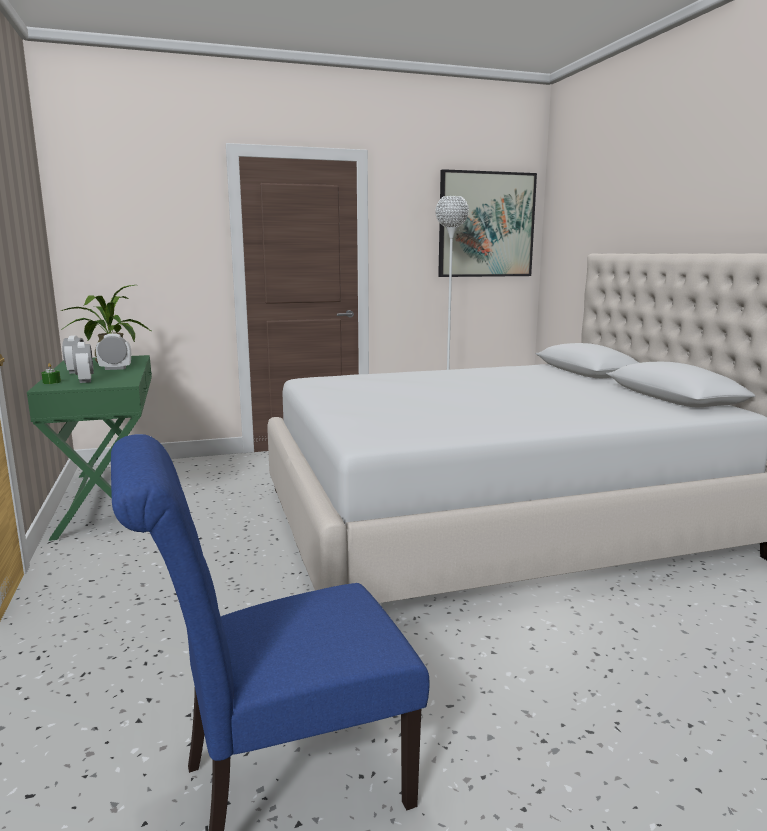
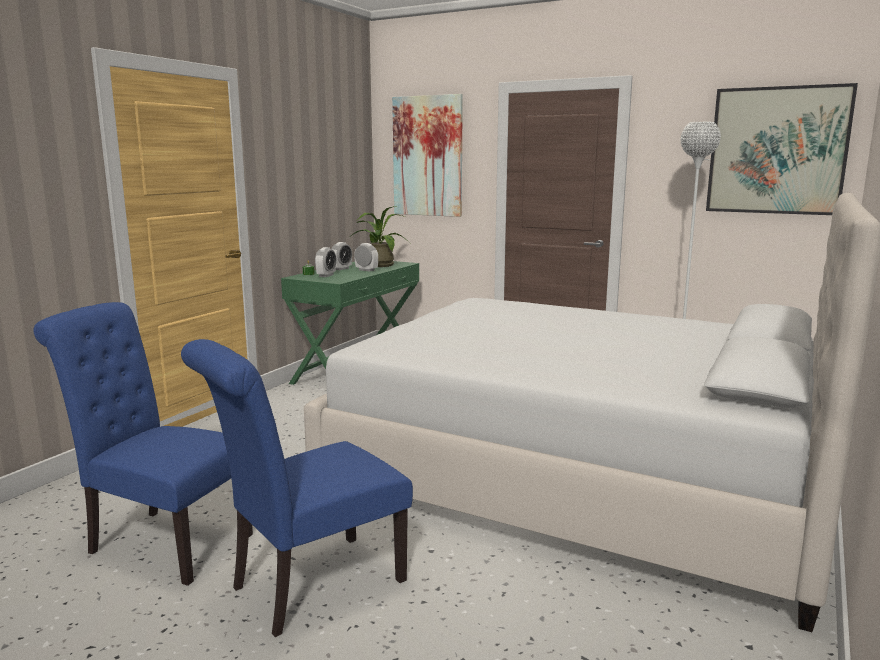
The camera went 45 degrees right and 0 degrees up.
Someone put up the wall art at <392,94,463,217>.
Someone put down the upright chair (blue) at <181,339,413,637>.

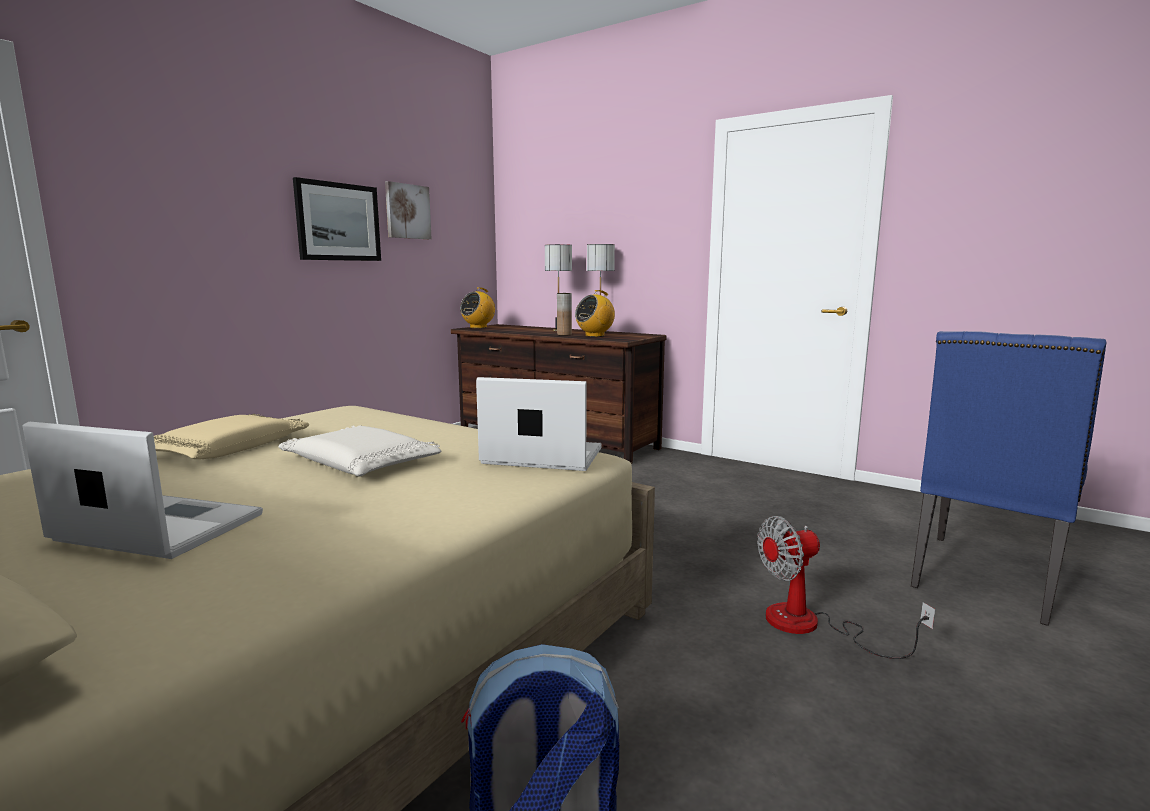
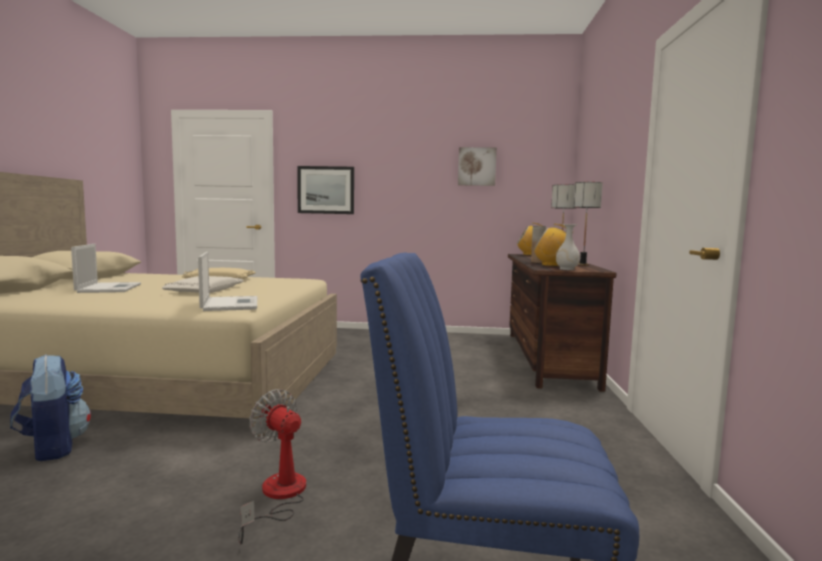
The camera went 60 degrees right and 5 degrees down.
Someone carried the wall art from <293,177,381,261> to <297,166,354,214>.
Someone put down the decorative vase (white) at <556,224,580,270>.

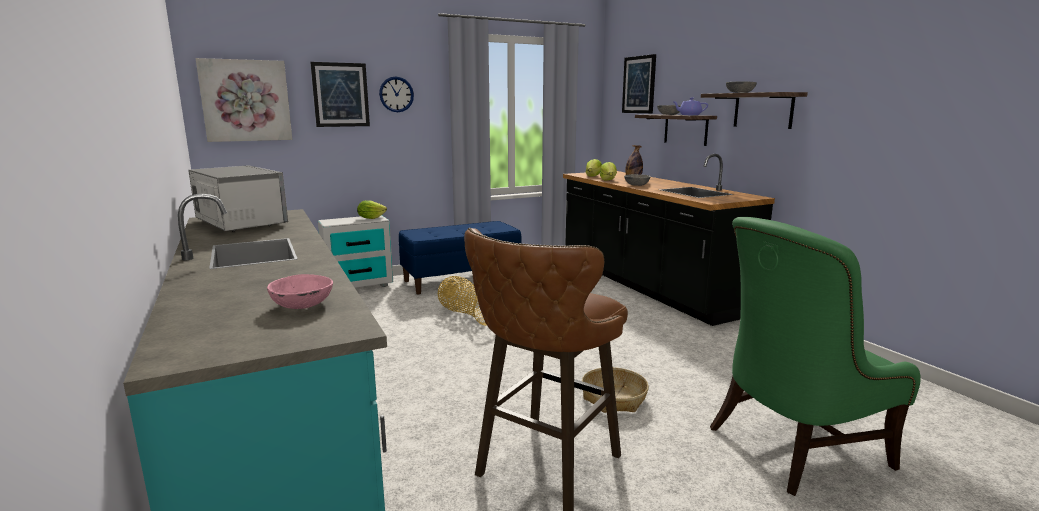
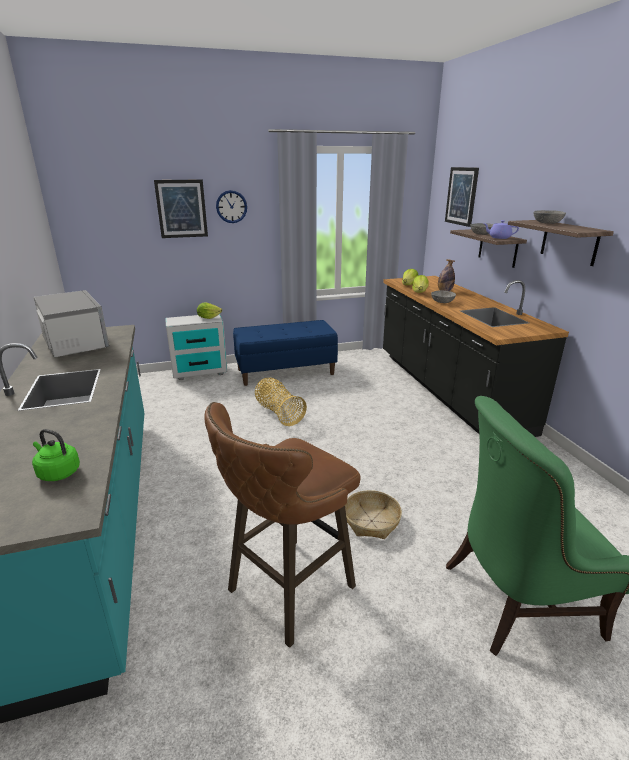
The camera went 10 degrees right and 10 degrees up.
Someone took away the wall art at <195,58,292,142>.
Someone swapped the serving bowl (pink) at <267,274,333,309> for the tea kettle (greenish) at <32,429,80,481>.

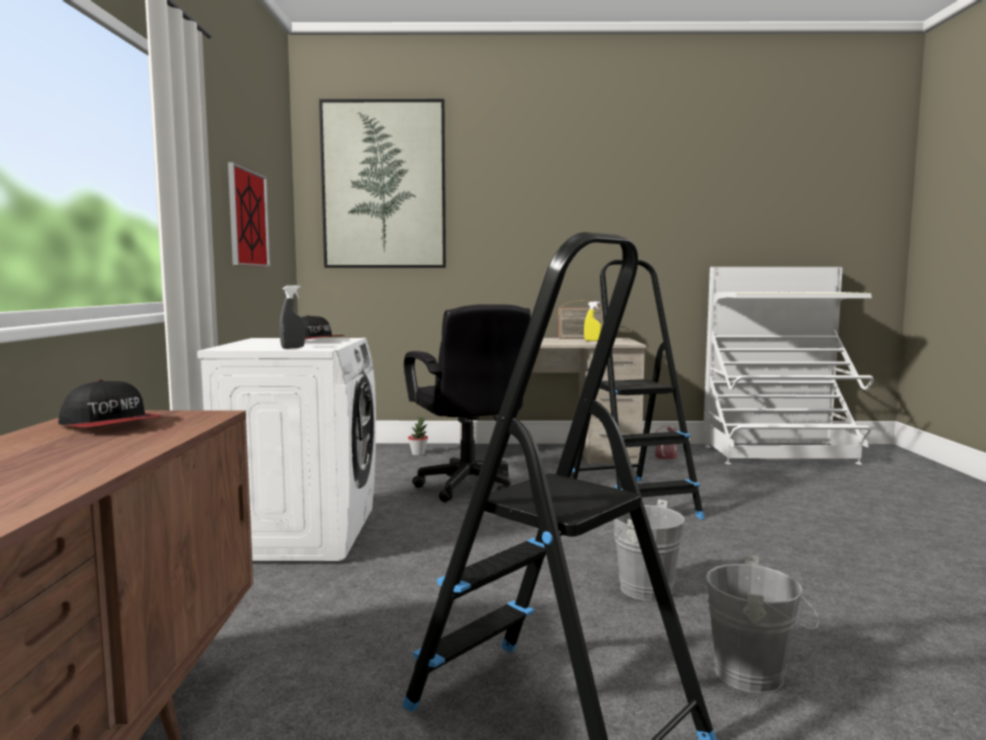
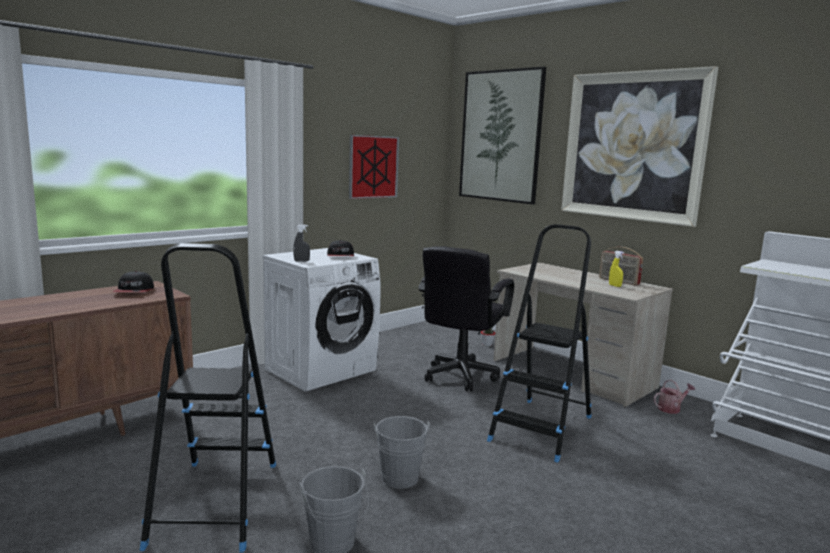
The camera went 45 degrees right and 5 degrees up.
Someone put up the wall art at <561,66,718,227>.

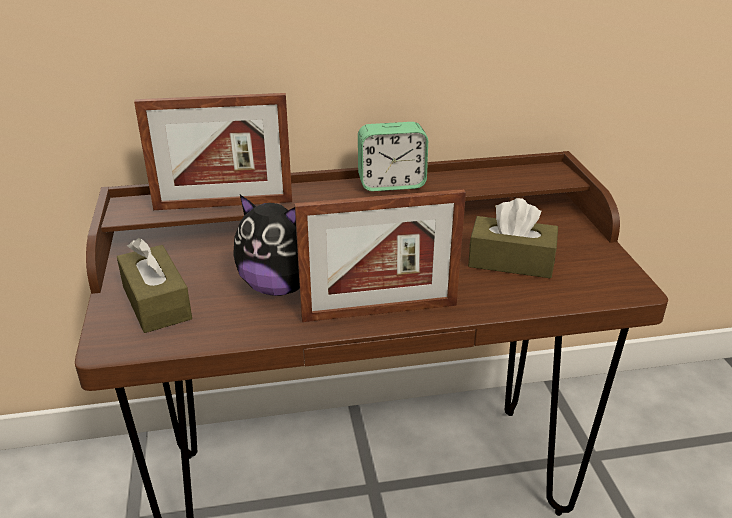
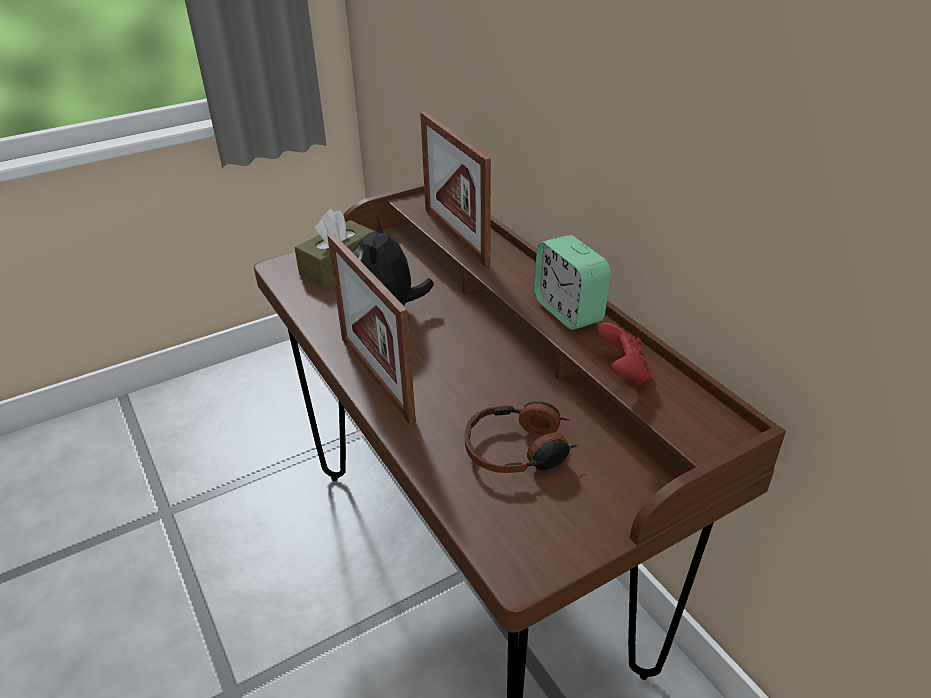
The camera went 70 degrees right and 5 degrees up.
Someone swapped the box of tissues (brownish) at <468,198,558,279> for the headset at <464,401,578,473>.
Someone put down the joypad (red-coloured) at <598,323,652,386>.

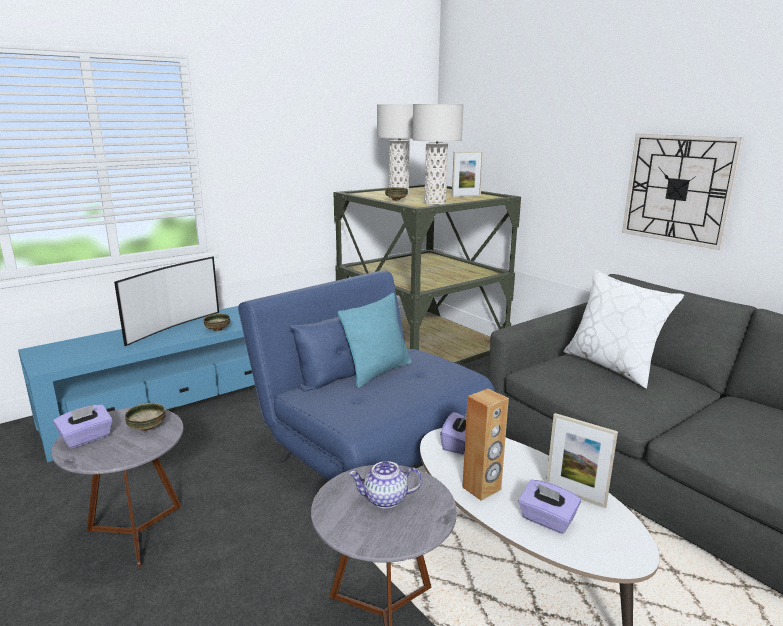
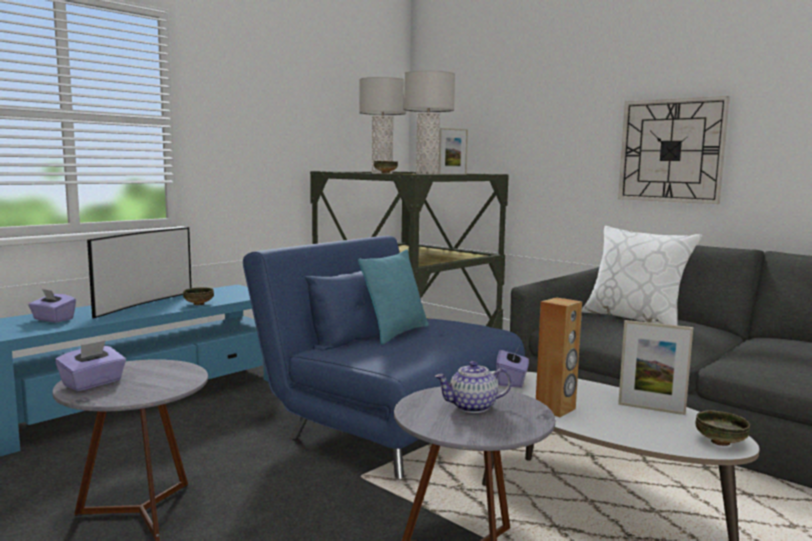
The camera went 10 degrees left and 10 degrees down.
Someone carried the serving bowl from <125,403,166,431> to <695,410,750,446>.
Someone carried the box of tissues (purplish) from <518,480,581,534> to <28,289,76,323>.

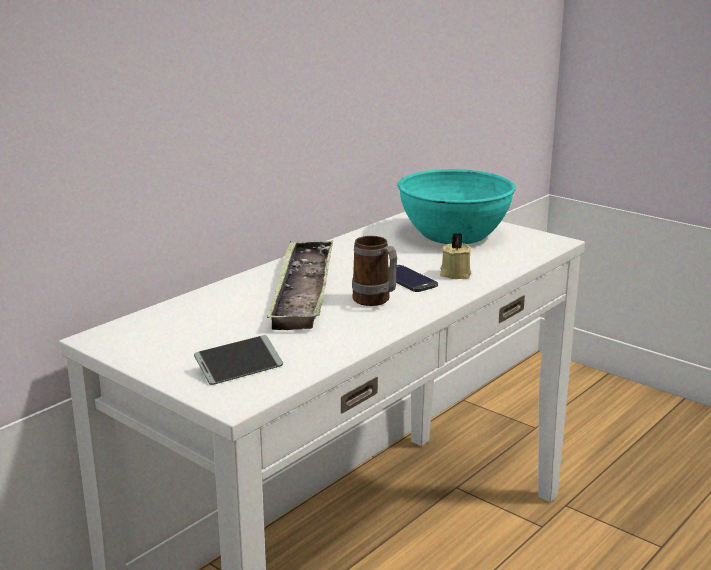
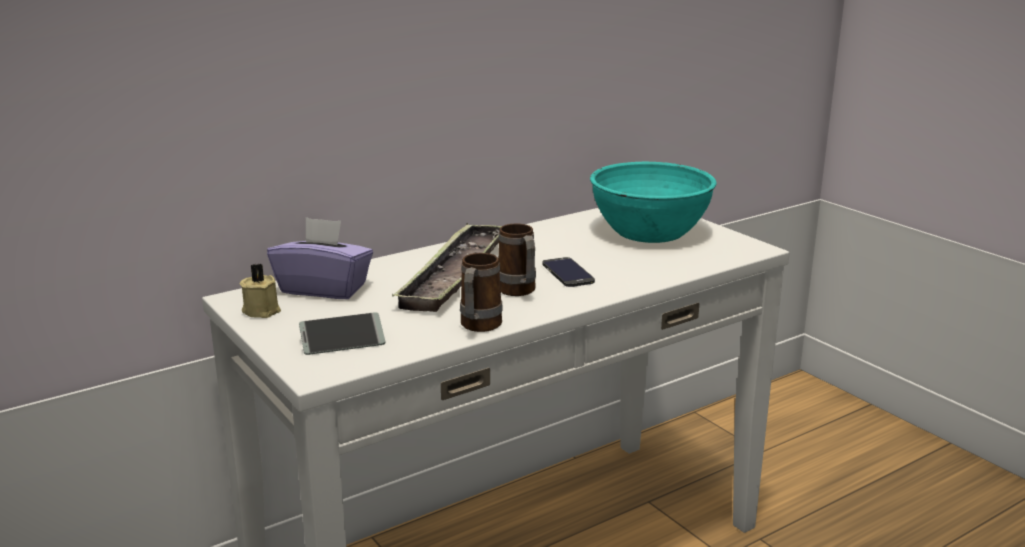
The camera went 15 degrees right and 0 degrees up.
Someone carried the wax light (sand-coloured) from <440,233,472,279> to <240,263,281,318>.
Someone put down the box of tissues (purplish) at <267,217,373,299>.
Someone put down the tea mug at <460,253,503,332>.

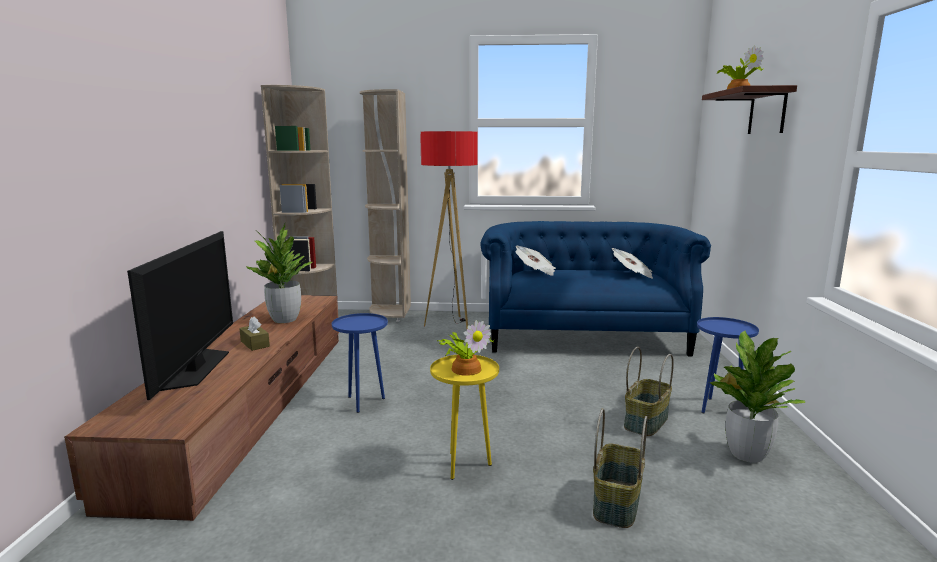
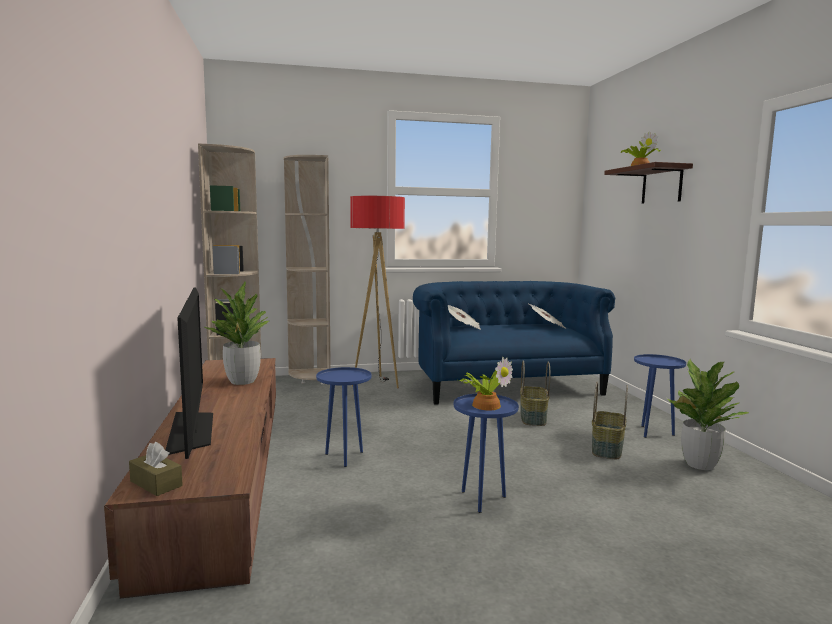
The camera went 15 degrees left and 5 degrees down.
Someone carried the box of tissues (brownish) from <239,317,270,351> to <129,442,183,496>.
Someone repainted the accent table (yellow-coloured) at <430,355,499,480>, which became the accent table (blue) at <454,394,519,513>.
Someone carried the storage basket from <593,408,647,528> to <520,360,550,426>.

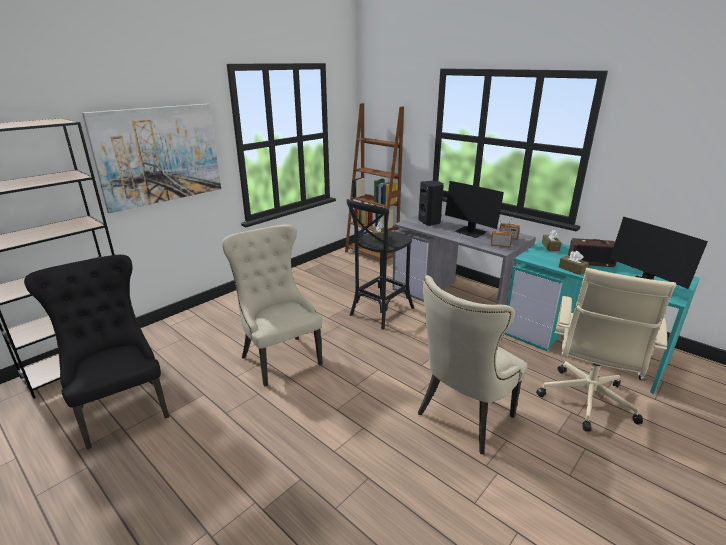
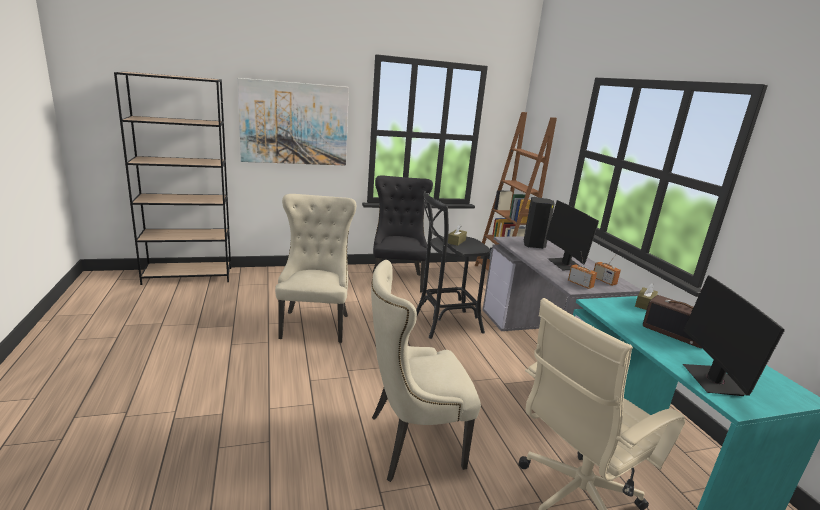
The camera went 30 degrees right and 5 degrees down.
Someone took away the box of tissues (brownish) at <559,251,589,275>.
Someone carried the upright chair (blackish) from <24,255,169,449> to <373,175,433,293>.

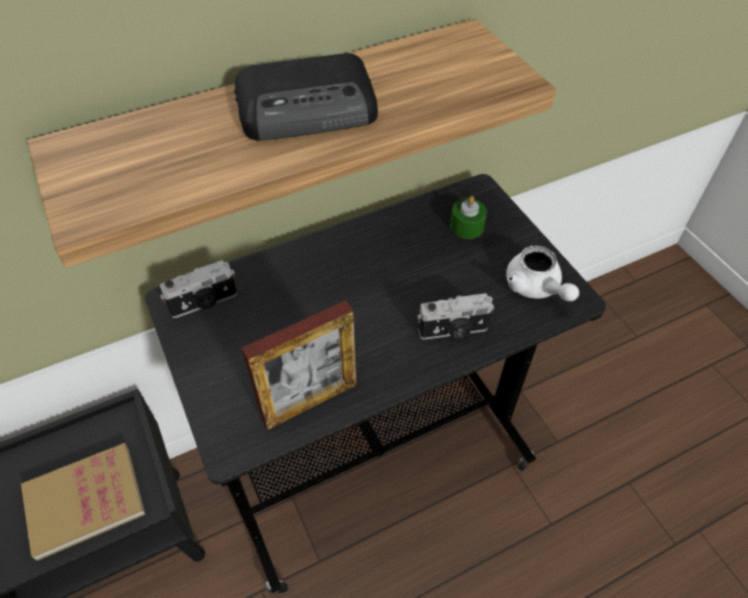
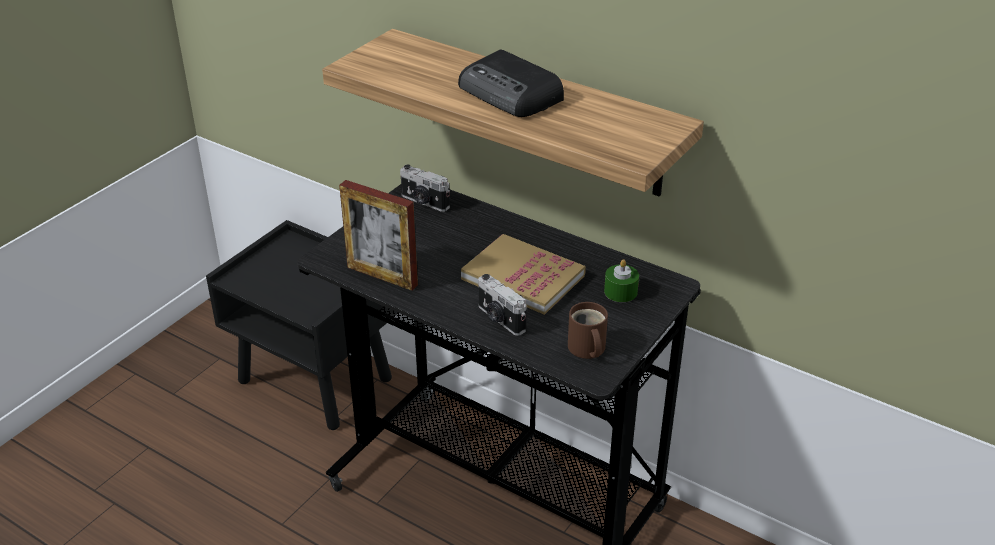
The camera went 60 degrees right and 15 degrees down.
Someone swapped the teapot (white) at <506,246,579,301> for the tea mug (brownish) at <568,302,608,359>.
Someone carried the volume from <21,443,146,561> to <461,234,586,315>.

